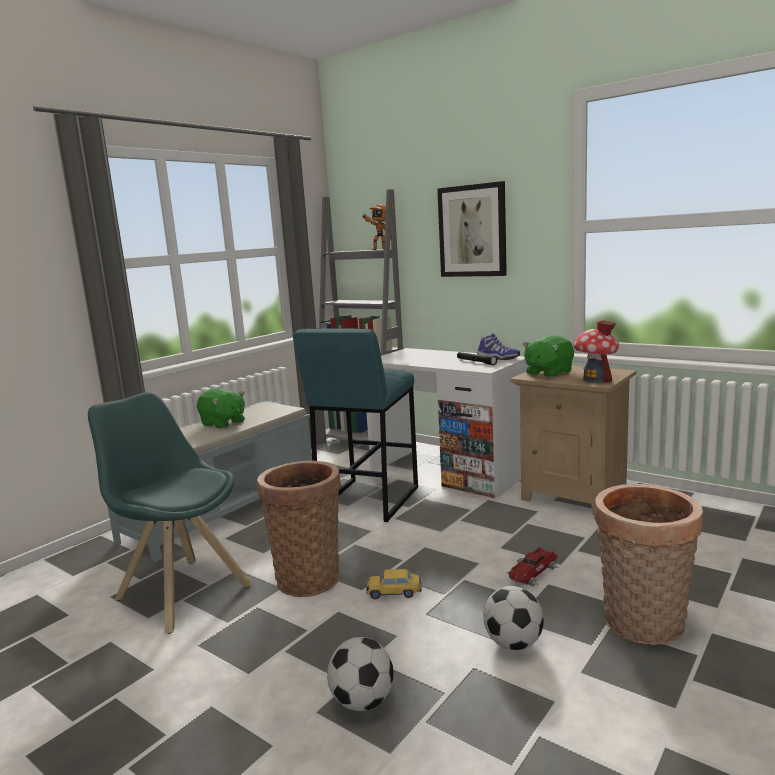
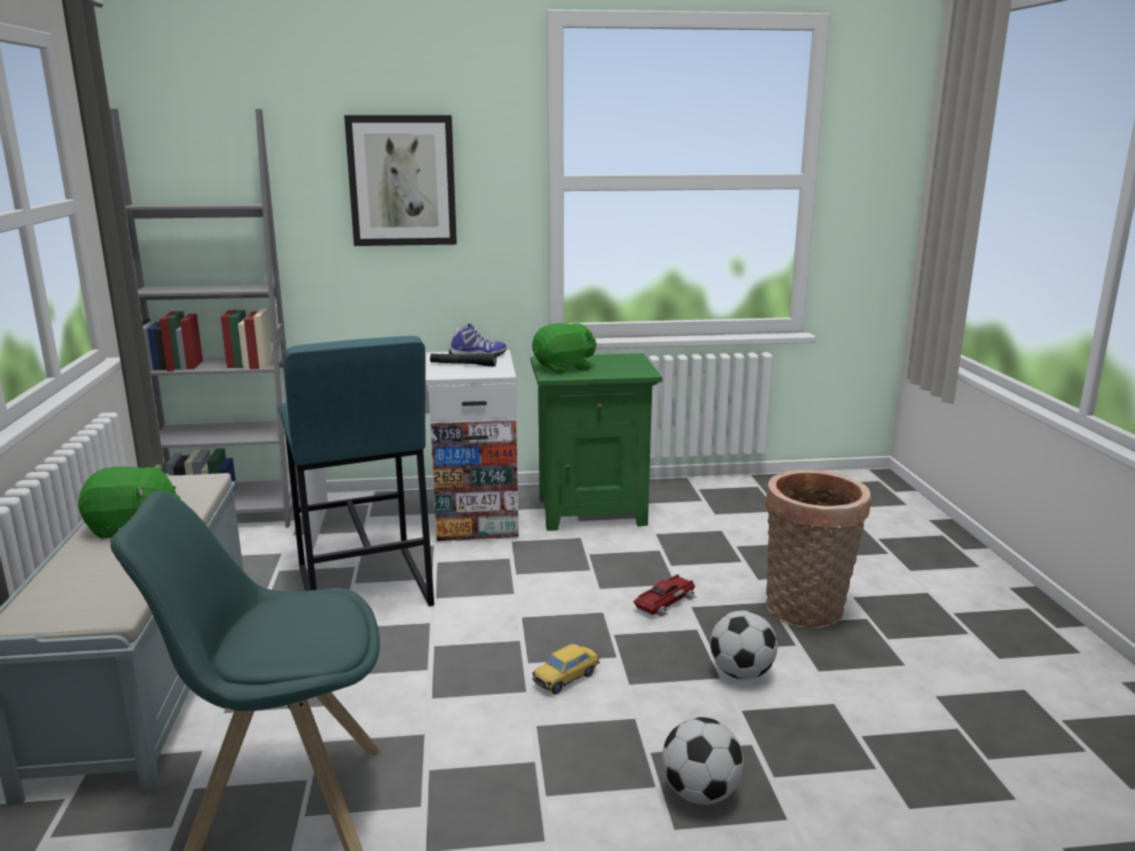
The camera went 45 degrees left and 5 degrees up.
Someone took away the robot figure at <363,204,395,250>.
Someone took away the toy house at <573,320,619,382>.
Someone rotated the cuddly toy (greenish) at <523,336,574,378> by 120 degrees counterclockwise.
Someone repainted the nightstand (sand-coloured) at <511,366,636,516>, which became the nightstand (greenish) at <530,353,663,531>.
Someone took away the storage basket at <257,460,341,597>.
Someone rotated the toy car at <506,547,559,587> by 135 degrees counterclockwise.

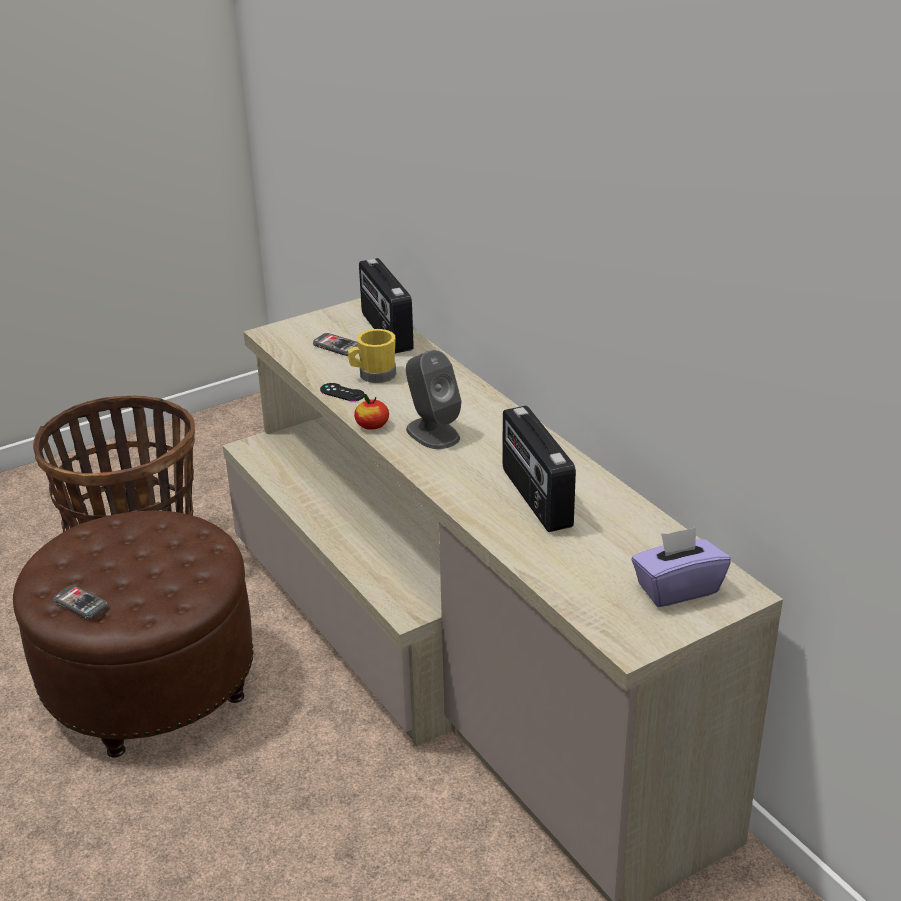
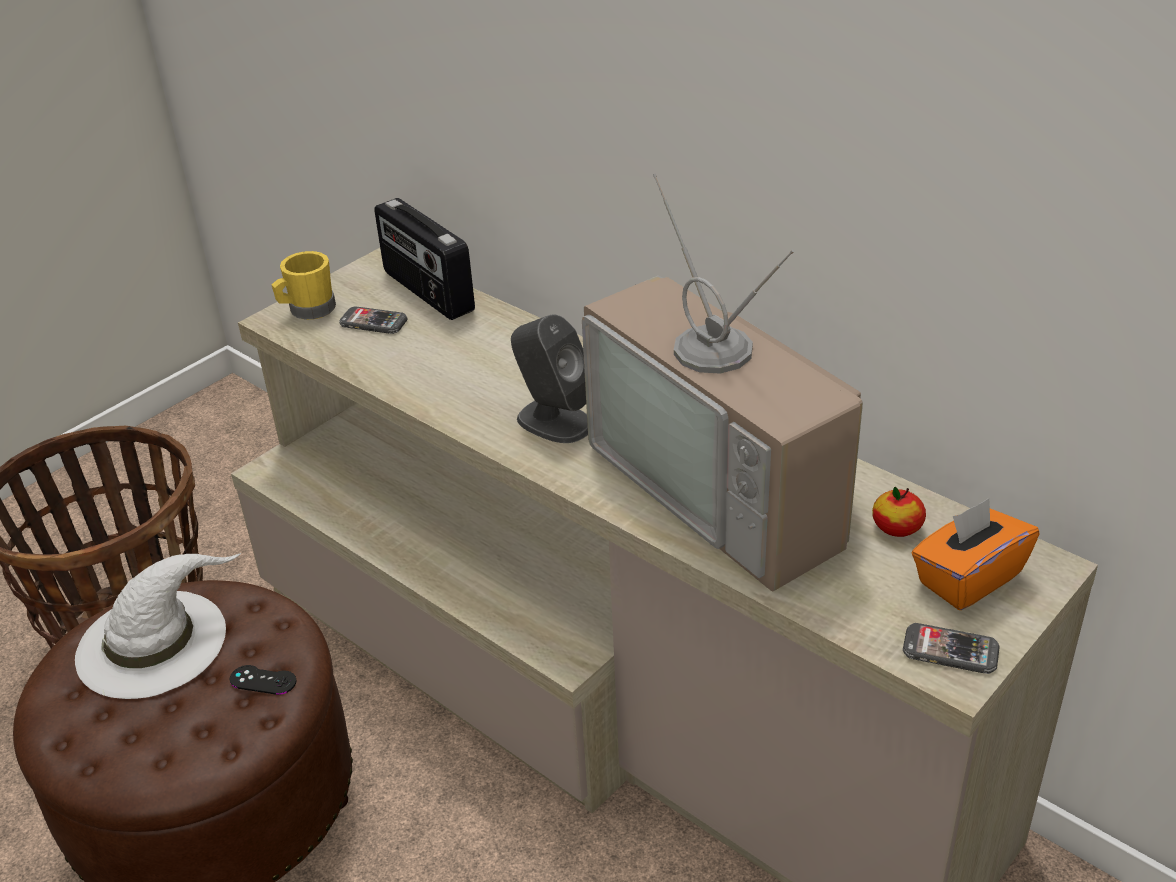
The camera went 15 degrees left and 5 degrees up.
Someone carried the tea mug (yellow-coloured) from <348,329,396,383> to <271,251,336,320>.
Someone carried the joypad (blackish) from <320,383,365,401> to <230,665,296,695>.
Someone carried the whole apple from <354,394,389,430> to <872,487,926,537>.
Someone swapped the radio receiver at <503,406,576,532> for the TV set at <582,174,863,591>.
Someone repainted the box of tissues (purplish) at <632,527,731,607>, which became the box of tissues (orange-coloured) at <912,498,1039,610>.
Someone carried the phone from <53,585,108,619> to <903,623,999,674>.
Someone put down the clothing hat (white) at <75,553,241,699>.

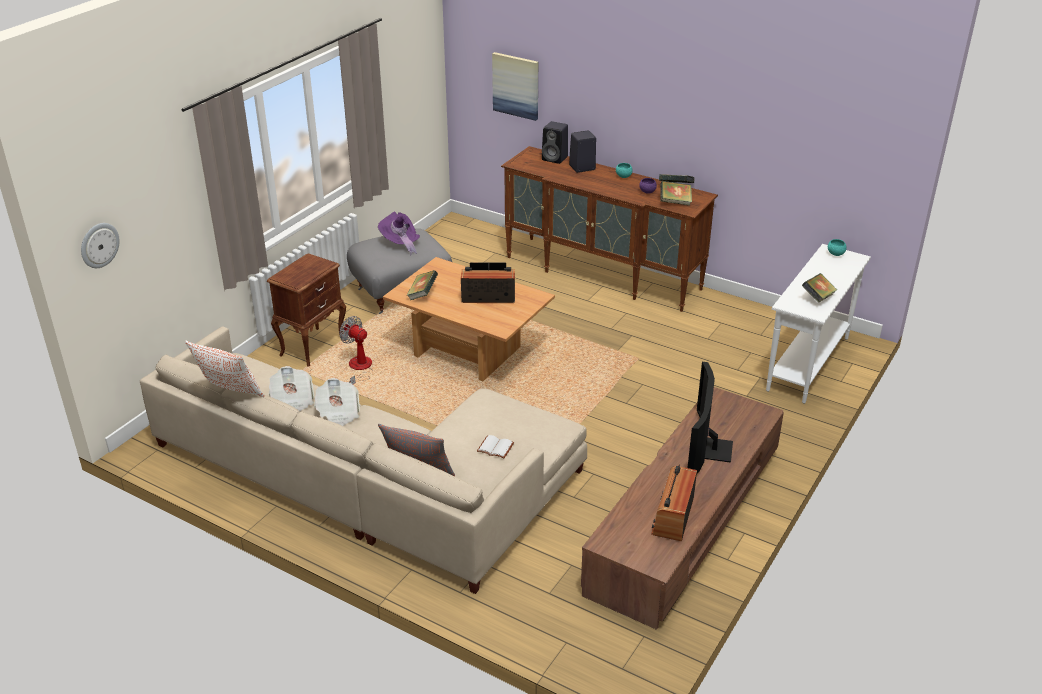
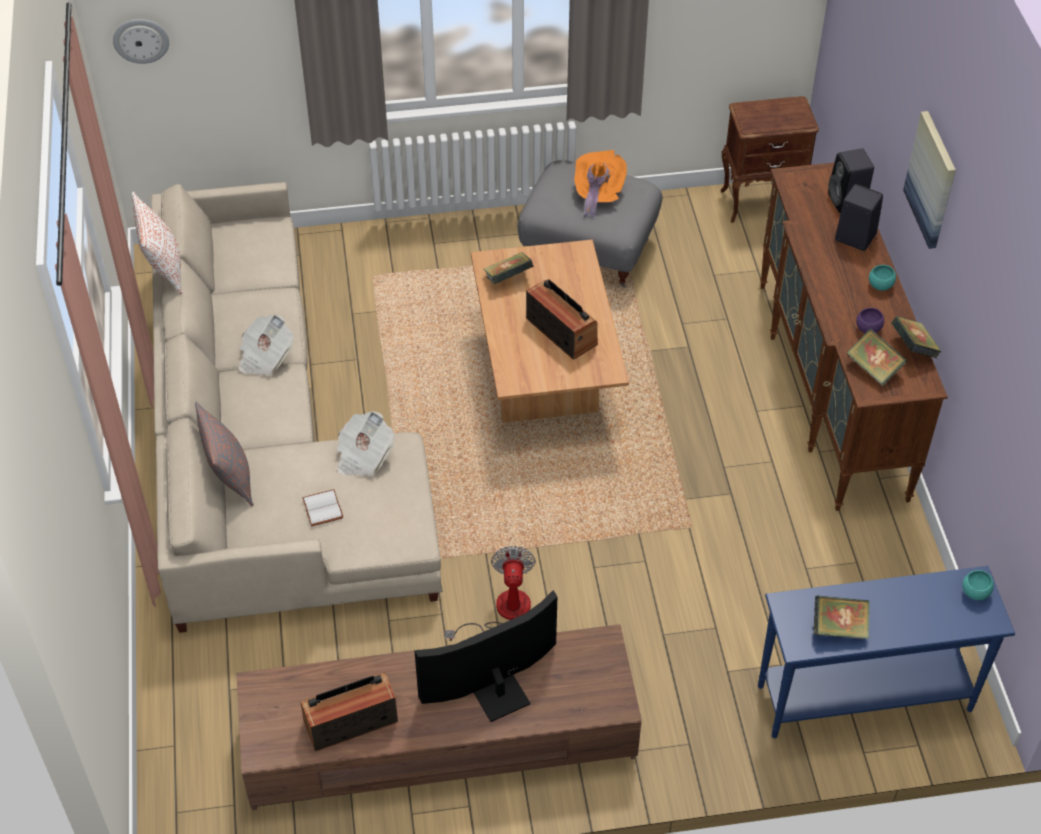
The camera went 50 degrees right and 15 degrees up.
Someone carried the wall art from <492,52,538,121> to <903,111,956,249>.
Someone repainted the clothing hat (purplish) at <378,212,420,256>, which became the clothing hat (orange-coloured) at <574,150,627,219>.
Someone repainted the hall table (white) at <766,244,871,404>, which became the hall table (blue) at <758,566,1015,738>.
Someone carried the nightstand (brownish) from <267,254,346,367> to <720,96,819,223>.
Someone carried the cooling fan from <339,316,373,384> to <445,546,536,641>.
Someone carried the daily paper from <269,366,314,411> to <336,411,395,477>.

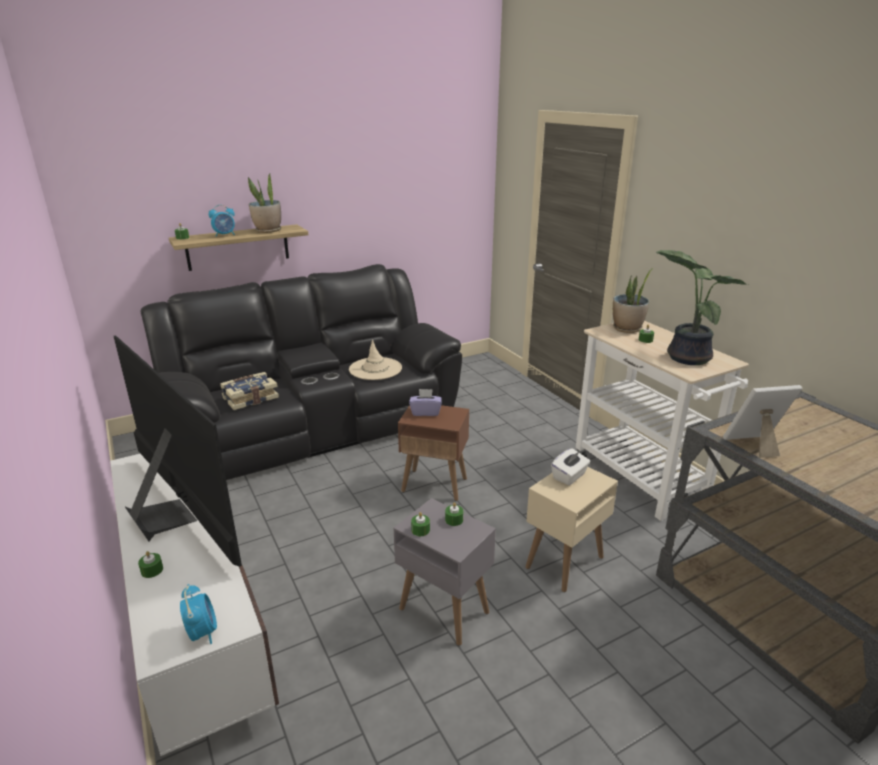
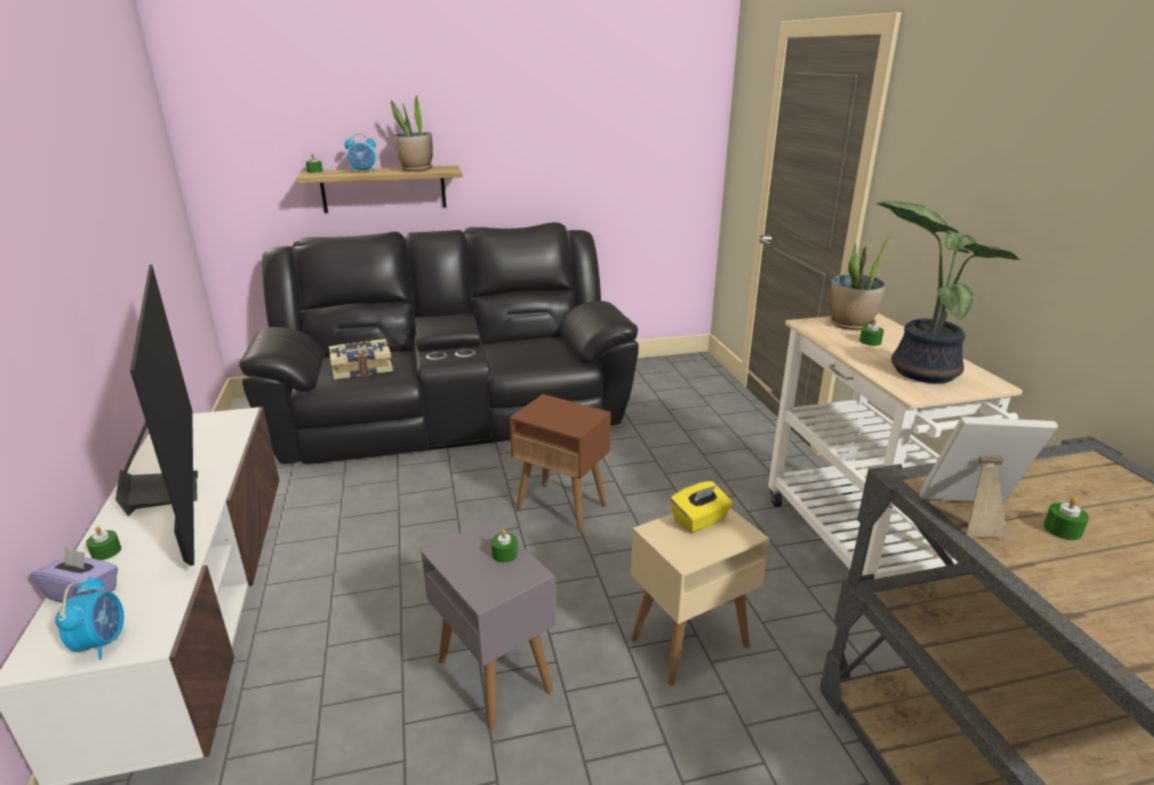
The camera went 15 degrees right and 0 degrees up.
Someone took away the clothing hat (sand-coloured) at <349,340,402,380>.
Someone carried the box of tissues (purplish) from <409,389,442,416> to <31,547,118,603>.
Someone repainted the box of tissues (white) at <551,448,590,485>, which became the box of tissues (yellow-coloured) at <670,481,733,533>.
Someone carried the wax light (greenish) from <411,512,430,536> to <1043,497,1089,540>.

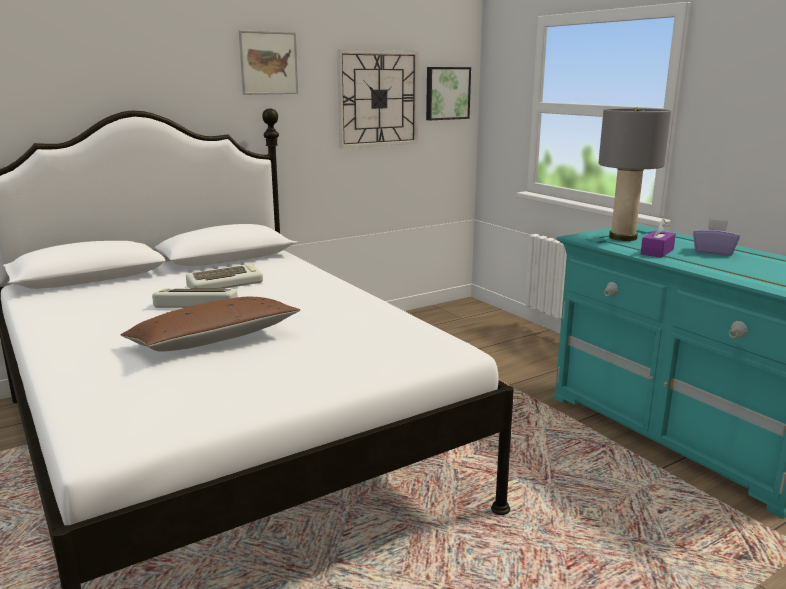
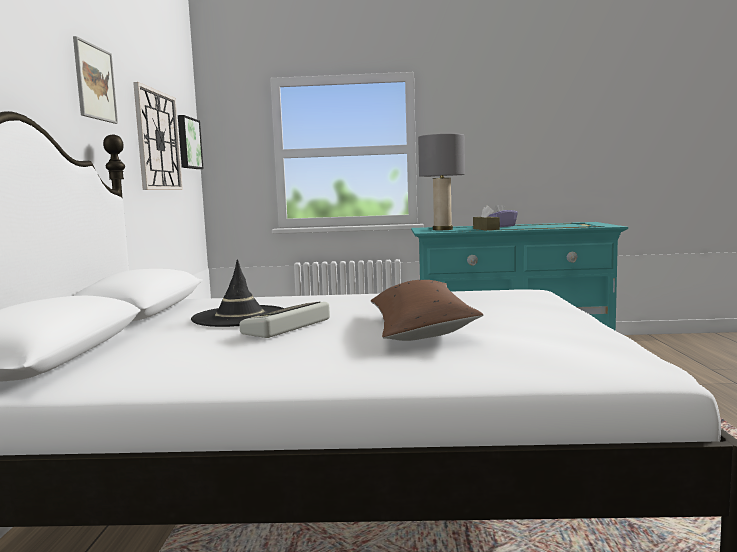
The camera went 55 degrees left and 10 degrees down.
Someone repainted the box of tissues (purplish) at <641,219,676,258>, which became the box of tissues (brownish) at <473,205,500,230>.
Someone swapped the keyboard at <186,264,263,289> for the clothing hat (blackish) at <191,260,284,327>.

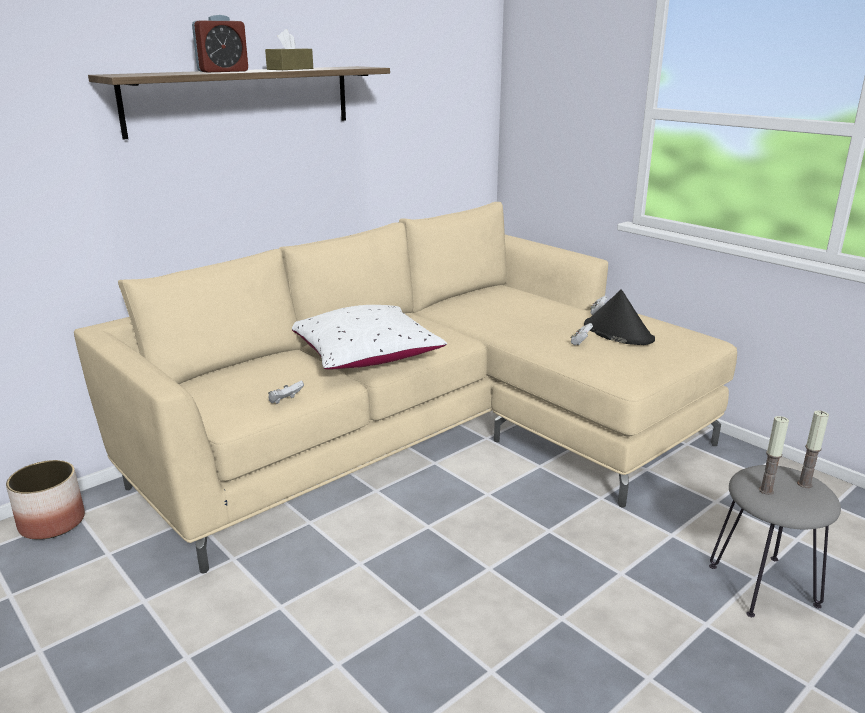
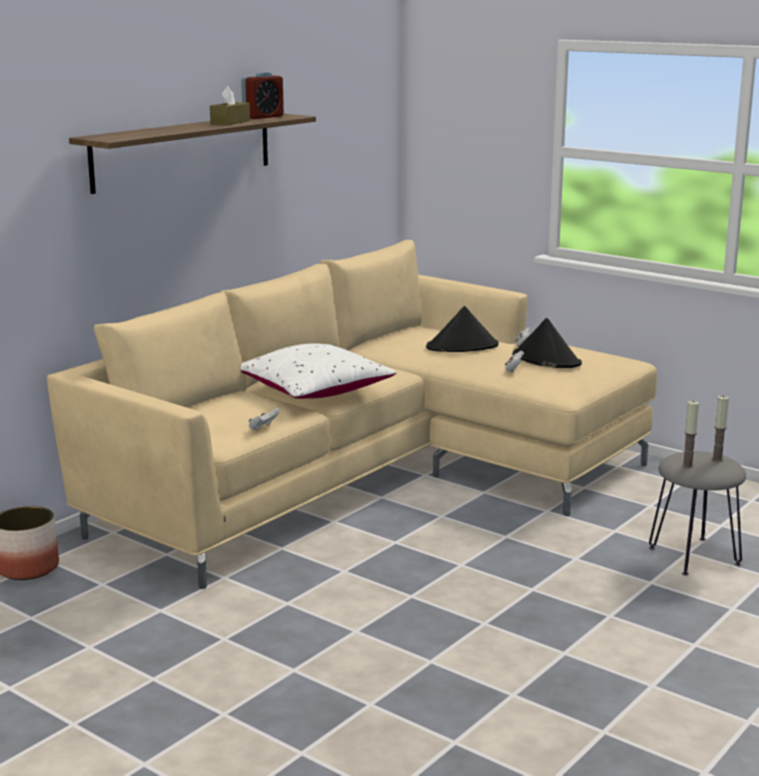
The camera went 10 degrees left and 5 degrees down.
Someone carried the alarm clock from <192,15,248,72> to <241,72,284,119>.
Someone put down the clothing hat (blackish) at <426,306,499,352>.

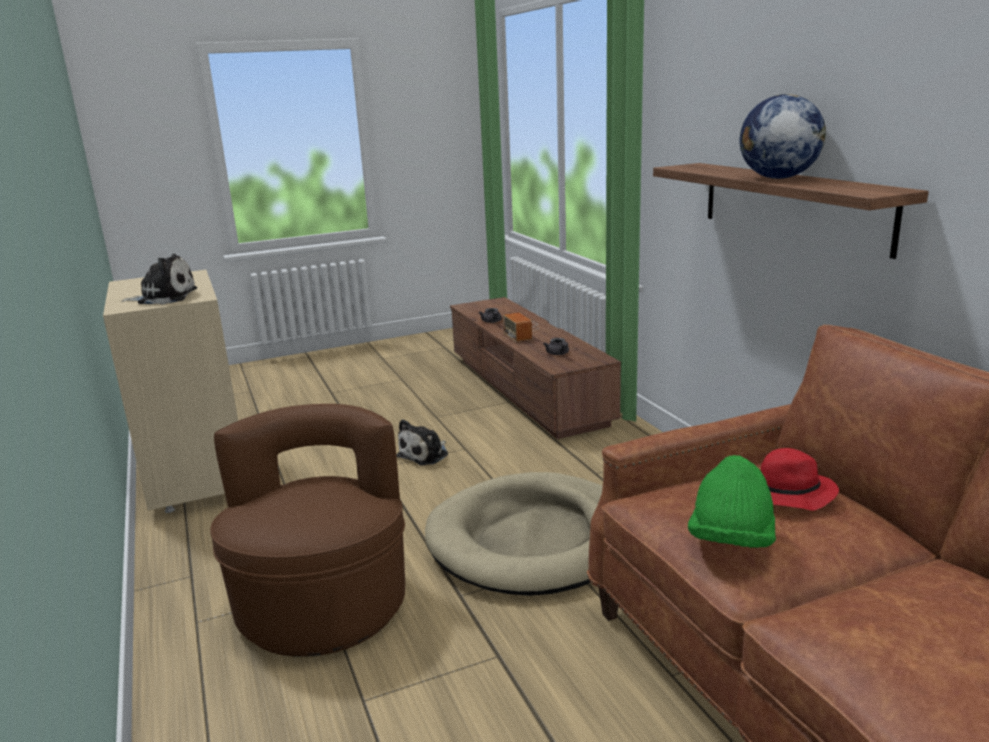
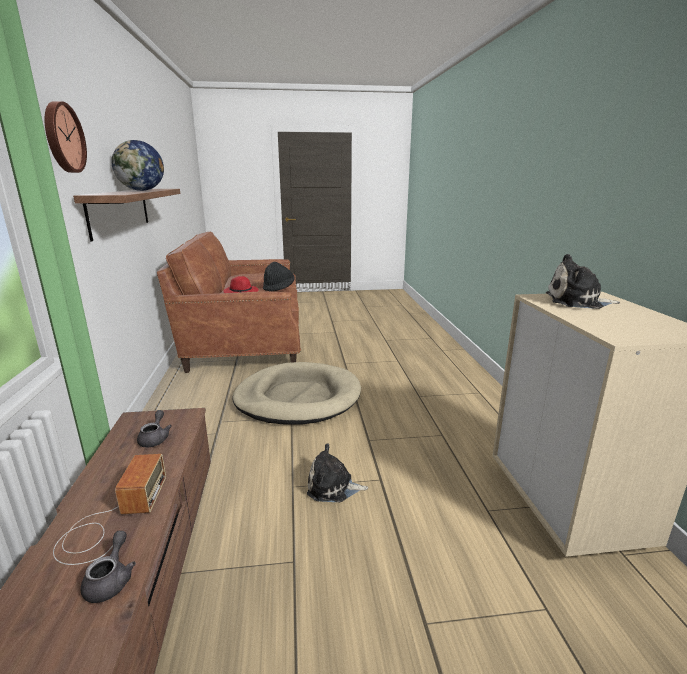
The camera went 165 degrees left and 0 degrees up.
Someone took away the easy chair (brownish) at <210,404,405,657>.
Someone rotated the cuddly toy at <396,419,448,466> by 135 degrees counterclockwise.
Someone repainted the clothing hat (greenish) at <688,455,776,548>, which became the clothing hat (blackish) at <263,262,295,292>.
Someone put up the hanging clock at <44,101,87,173>.

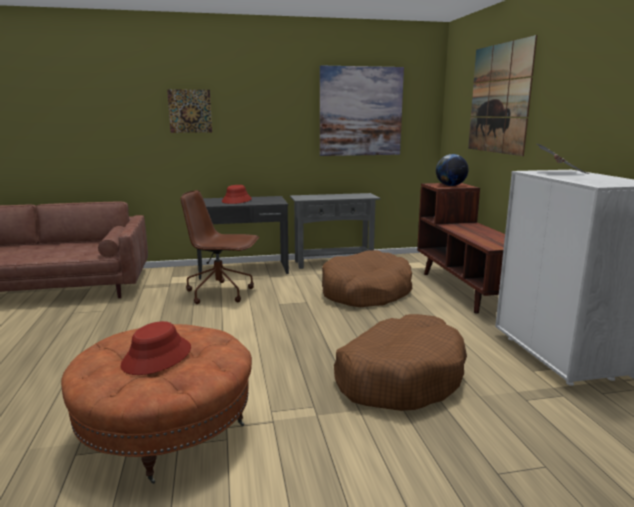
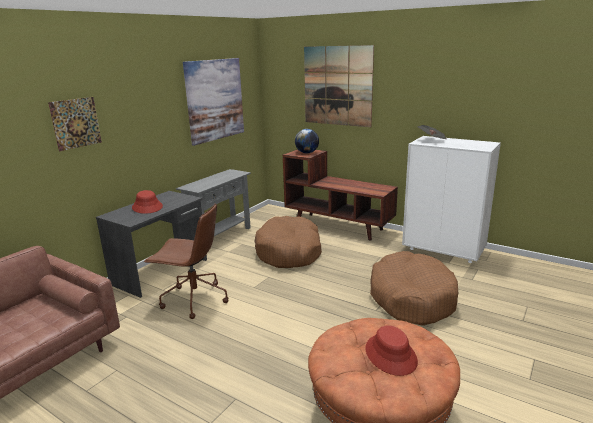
The camera went 45 degrees left and 5 degrees up.
Someone rotated the desk chair (brownish) at <181,190,259,304> by 135 degrees counterclockwise.

